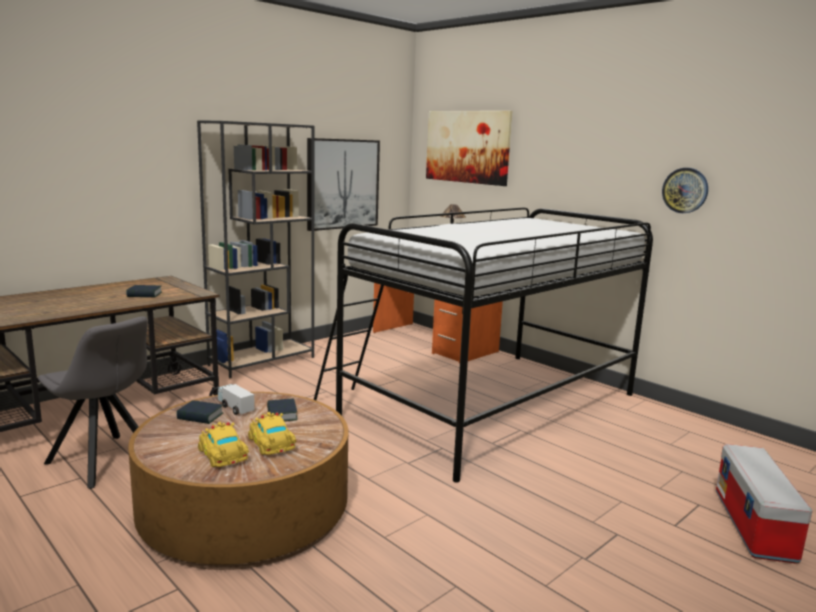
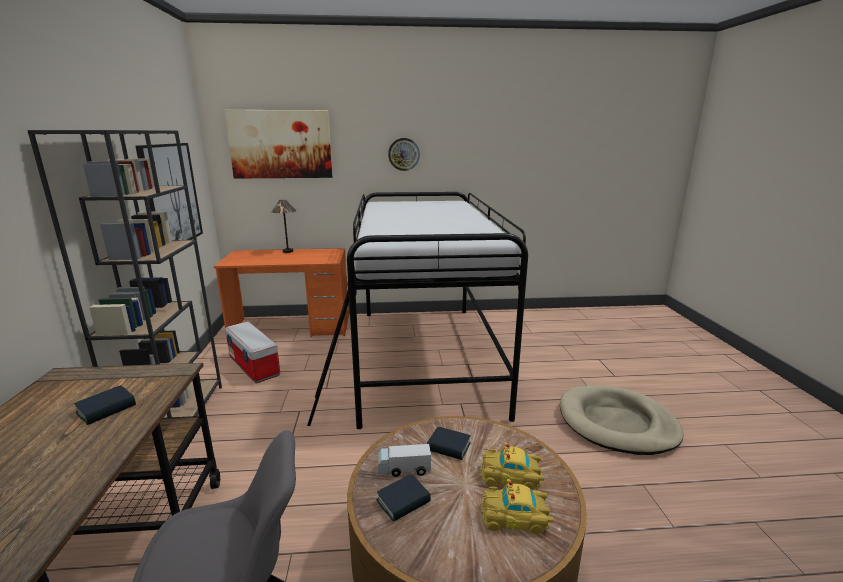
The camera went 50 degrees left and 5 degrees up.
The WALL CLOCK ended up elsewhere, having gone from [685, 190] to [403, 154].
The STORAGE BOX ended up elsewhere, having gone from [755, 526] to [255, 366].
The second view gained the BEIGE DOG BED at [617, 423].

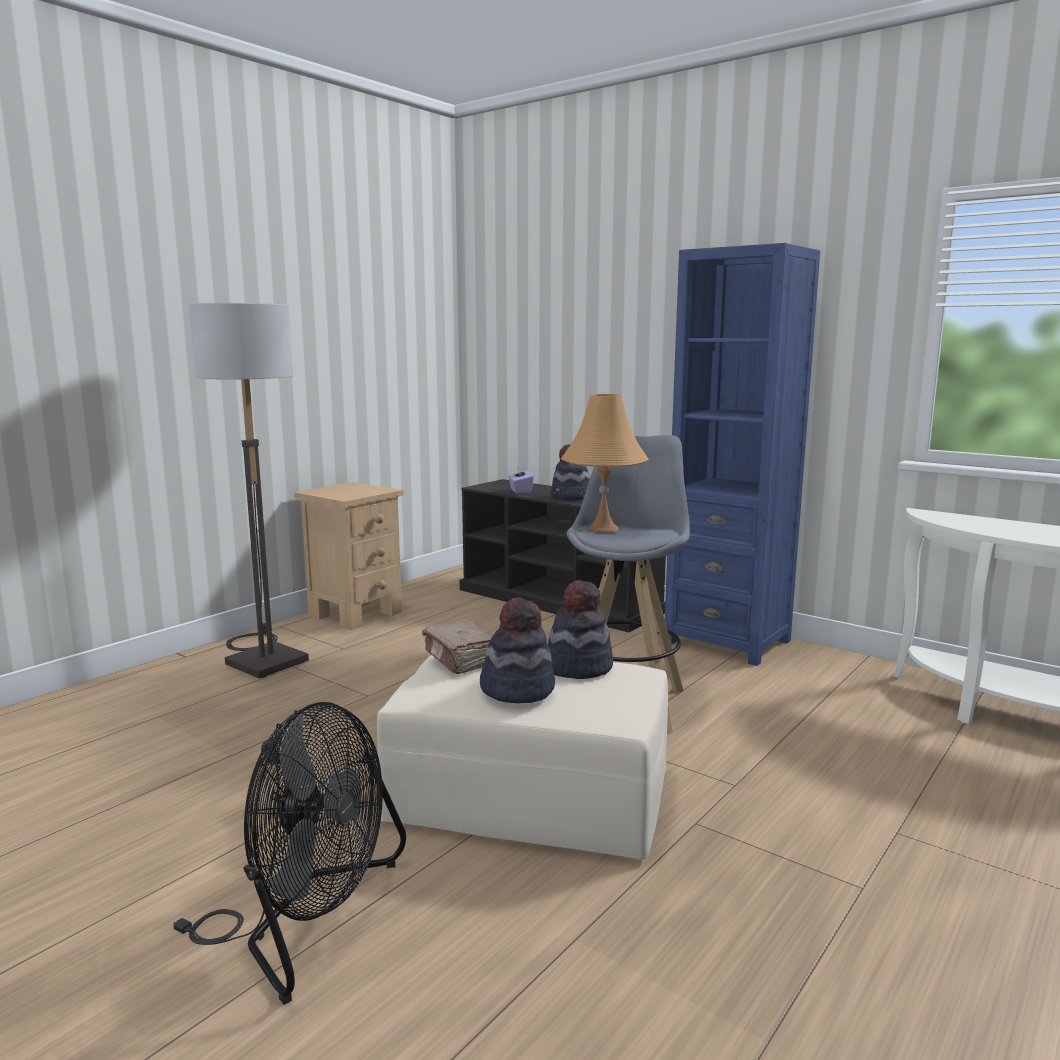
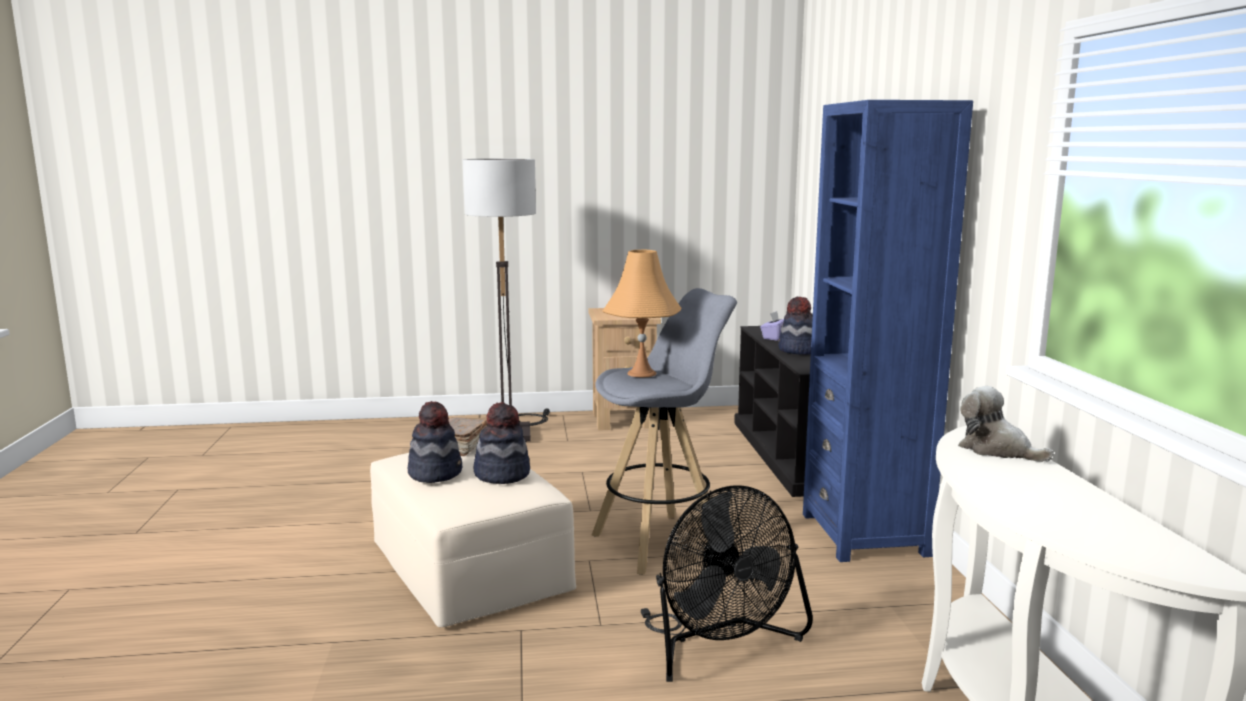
The camera went 45 degrees right and 0 degrees up.
The BLACK FAN ended up elsewhere, having gone from [303, 922] to [714, 645].
The second view gained the PLUSH TOY at [997, 450].

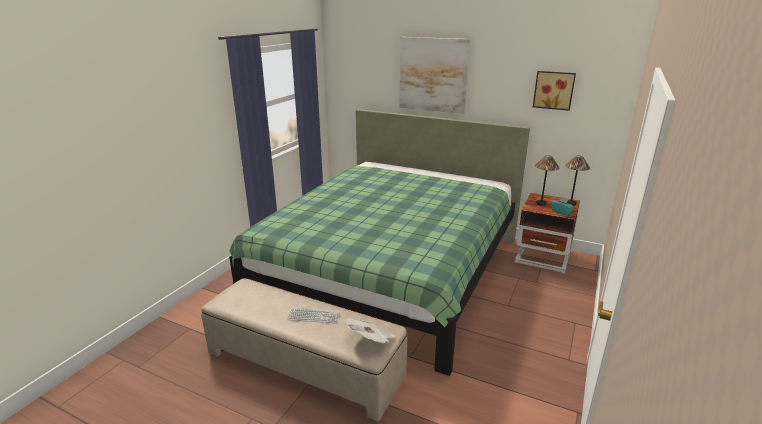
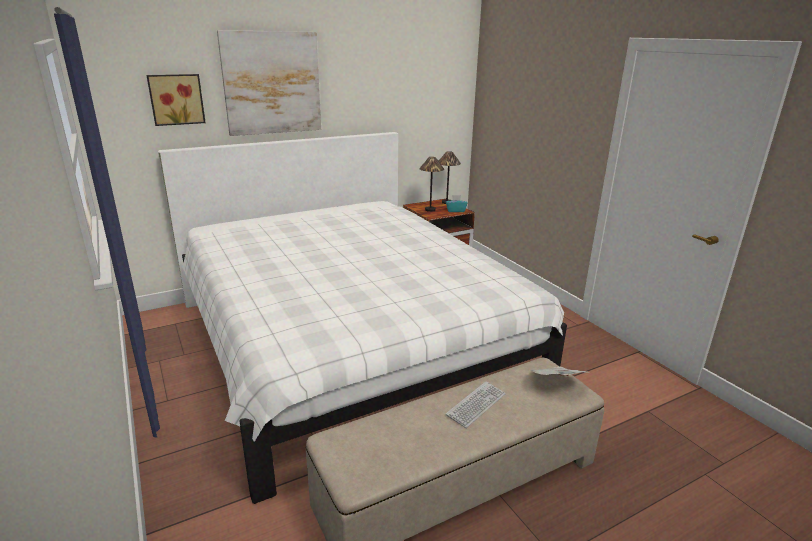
The camera went 55 degrees left and 0 degrees up.
What was the GREEN BED at [390, 269] turned into the WHITE BED at [347, 343].
The PICTURE ended up elsewhere, having gone from [553, 90] to [176, 99].

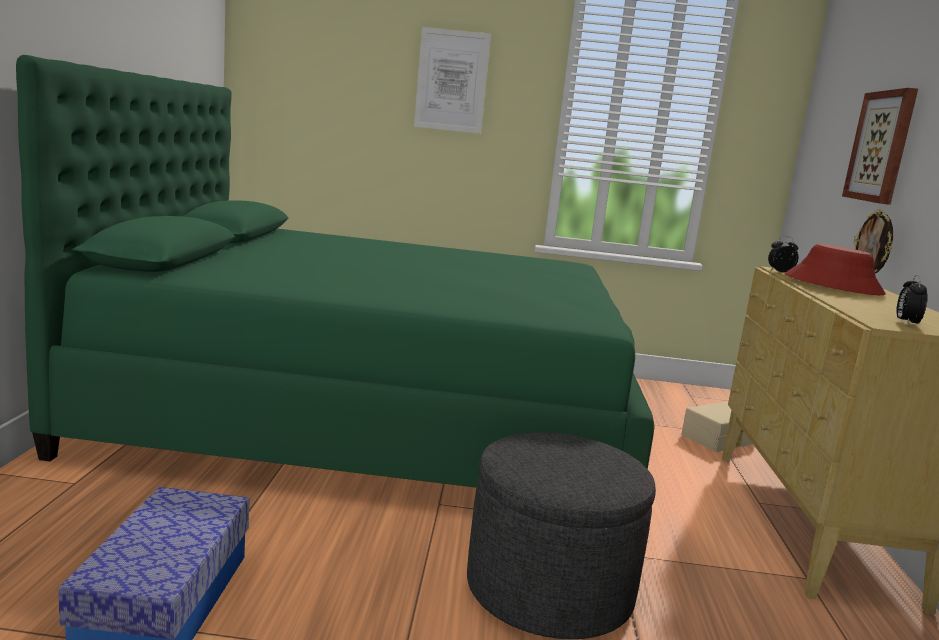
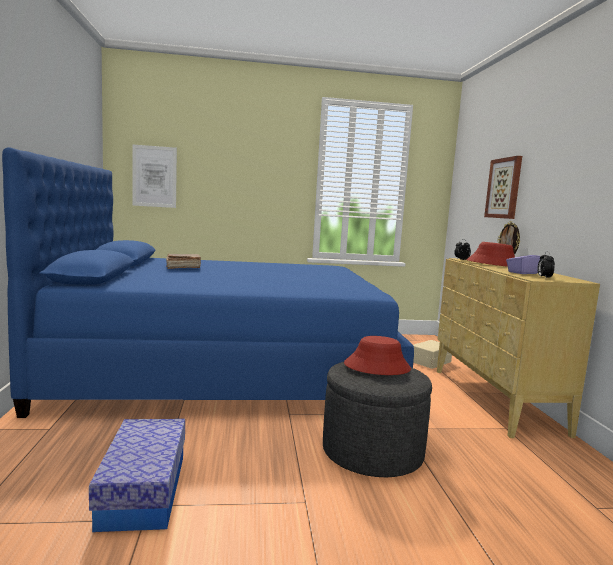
The camera went 10 degrees left and 5 degrees down.
What was the GREEN BED at [371, 415] turned into the BLUE BED at [226, 368].
The PICTURE ended up elsewhere, having gone from [451, 81] to [154, 176].
The second view gained the BROWN BOOK at [182, 268].
The second view gained the RED HAT at [377, 367].
The second view gained the PURPLE TISSUE BOX at [522, 273].

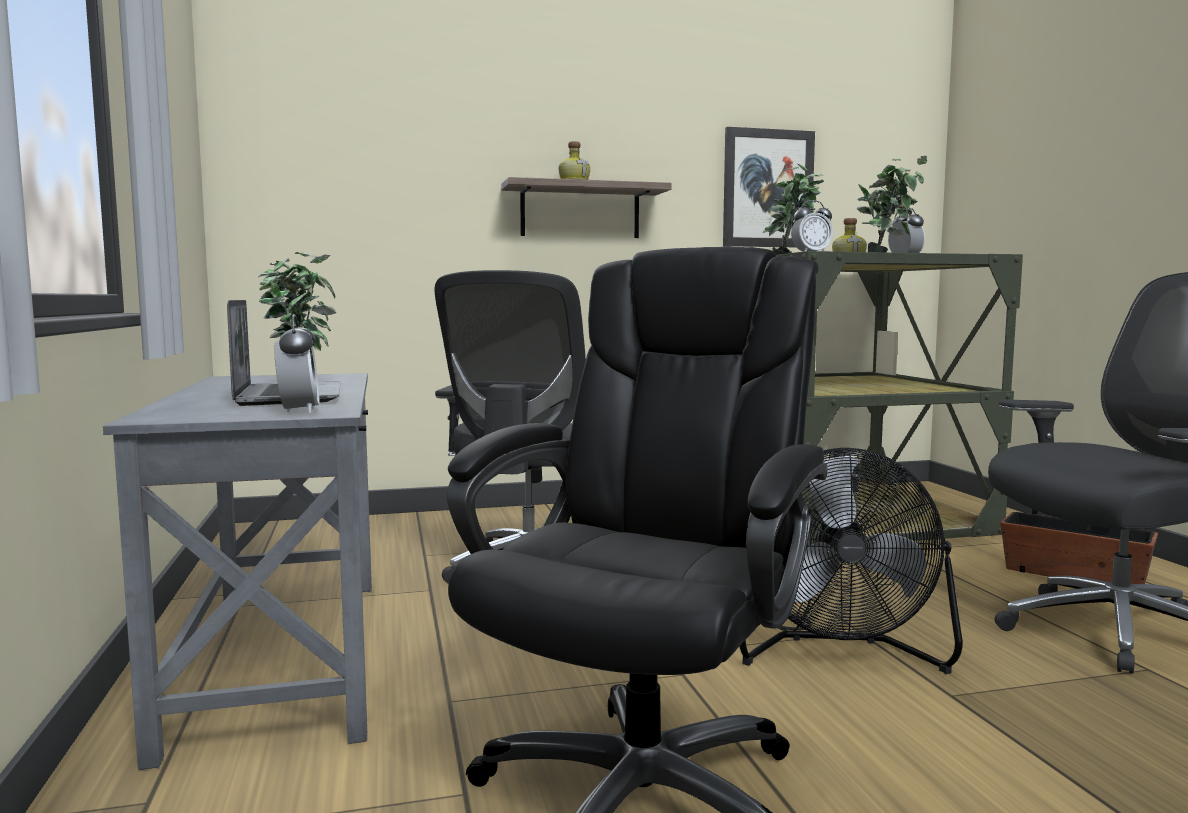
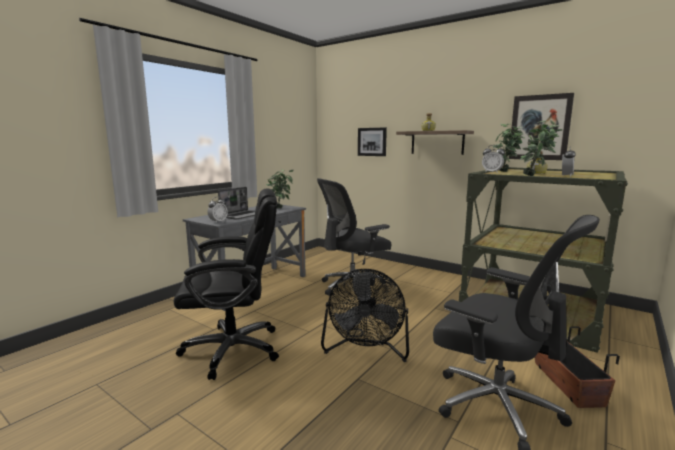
The camera went 50 degrees right and 5 degrees up.
The BLACK FAN at [830, 651] ended up facing another way, 45 degrees counterclockwise from before.
The second view gained the PICTURE at [372, 142].

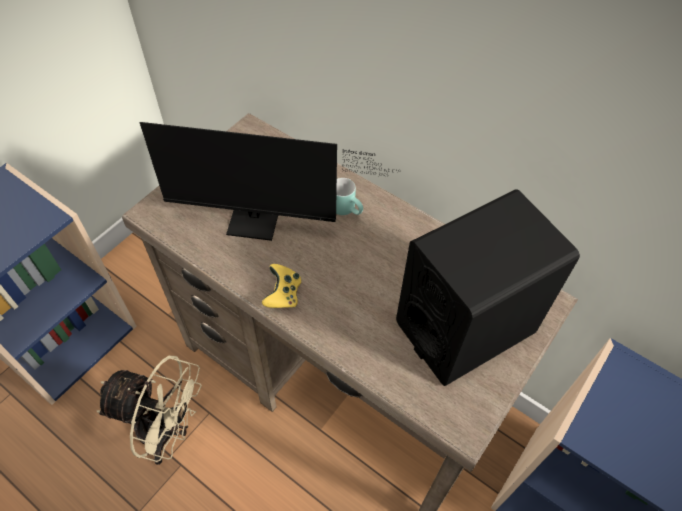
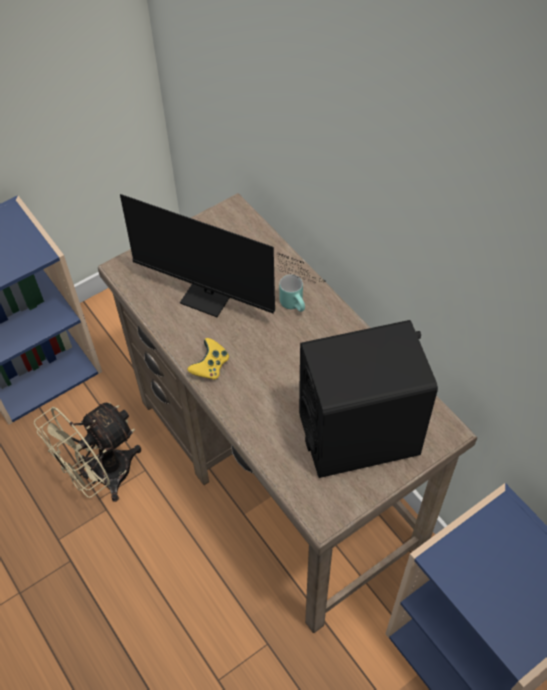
The camera went 20 degrees right and 0 degrees up.
The BEIGE FAN at [167, 432] ended up facing another way, 105 degrees clockwise from before.

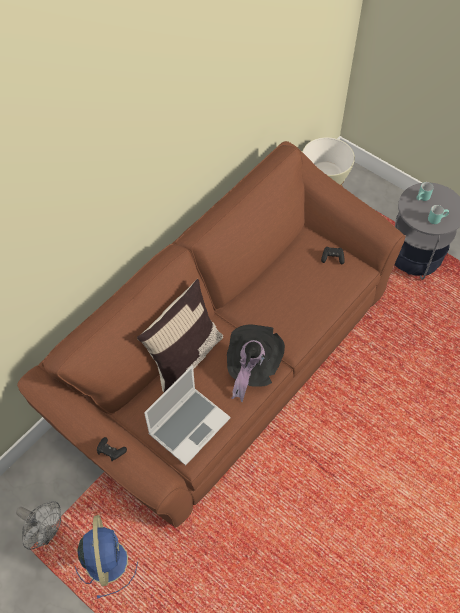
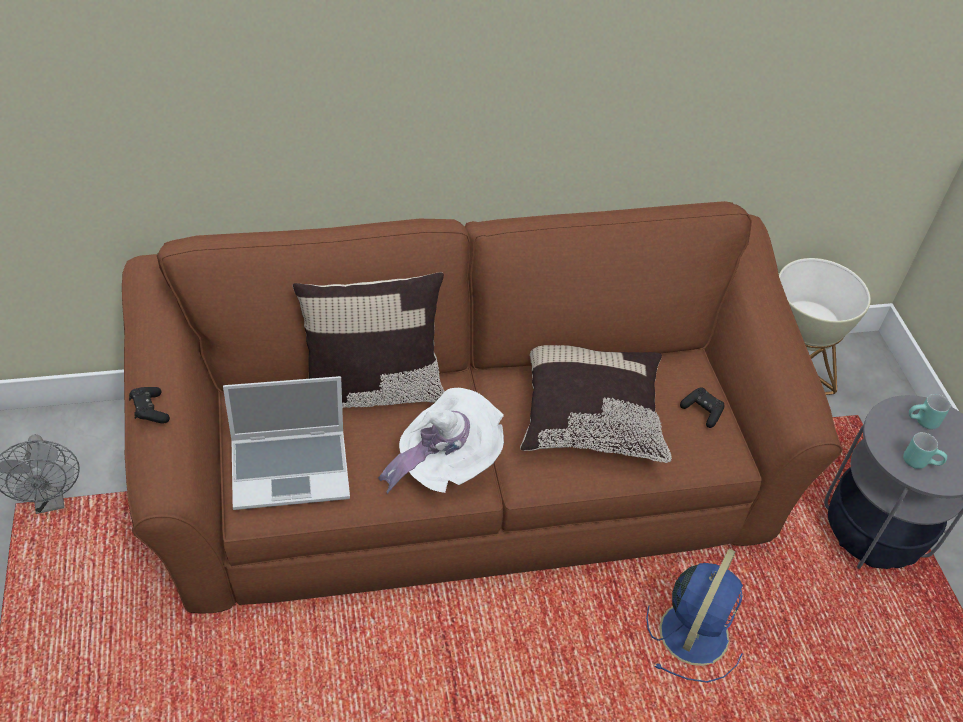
The camera went 35 degrees right and 10 degrees down.
The BLUE FAN ended up elsewhere, having gone from [106, 559] to [695, 631].
What was the BLACK HAT at [251, 368] turned into the WHITE HAT at [445, 463].
The second view gained the PILLOW at [591, 416].

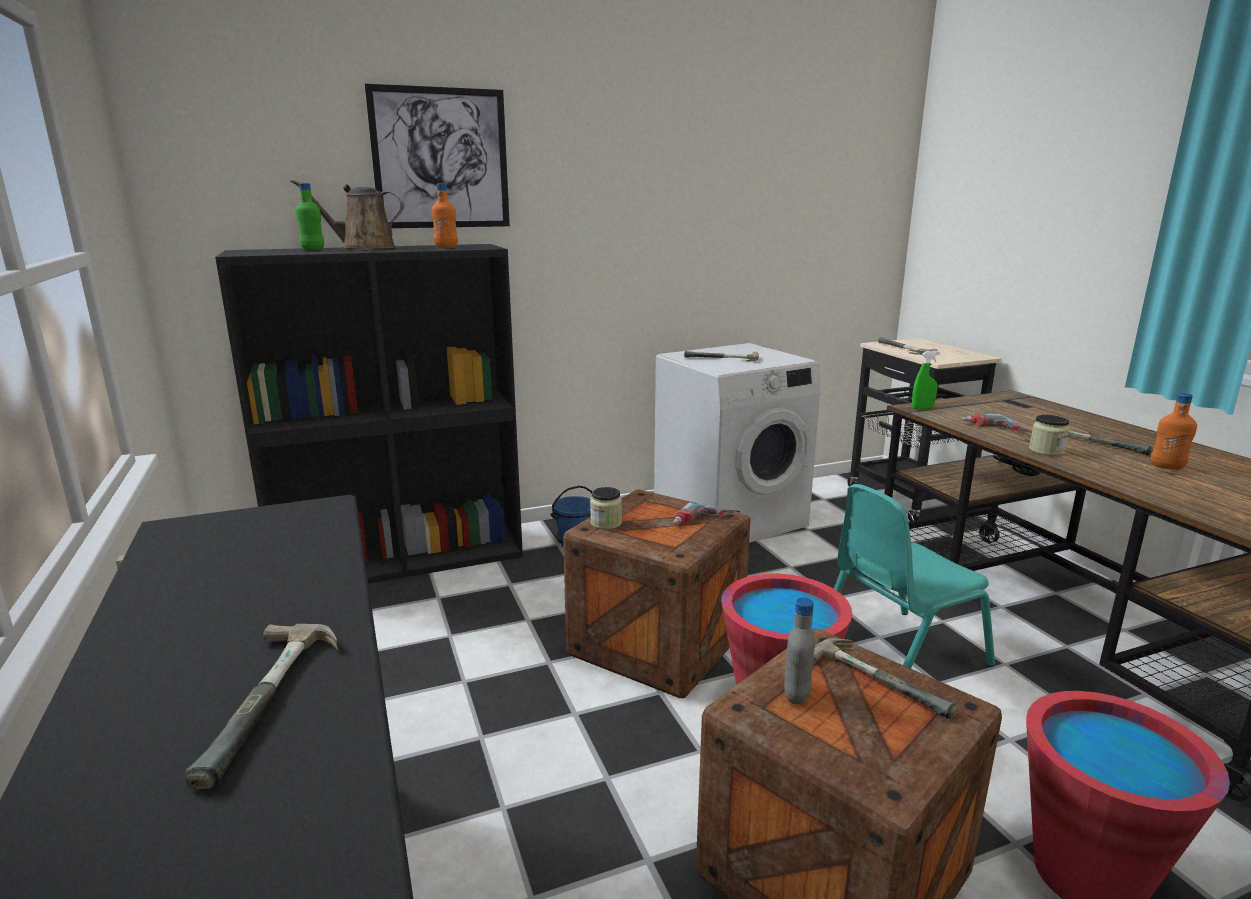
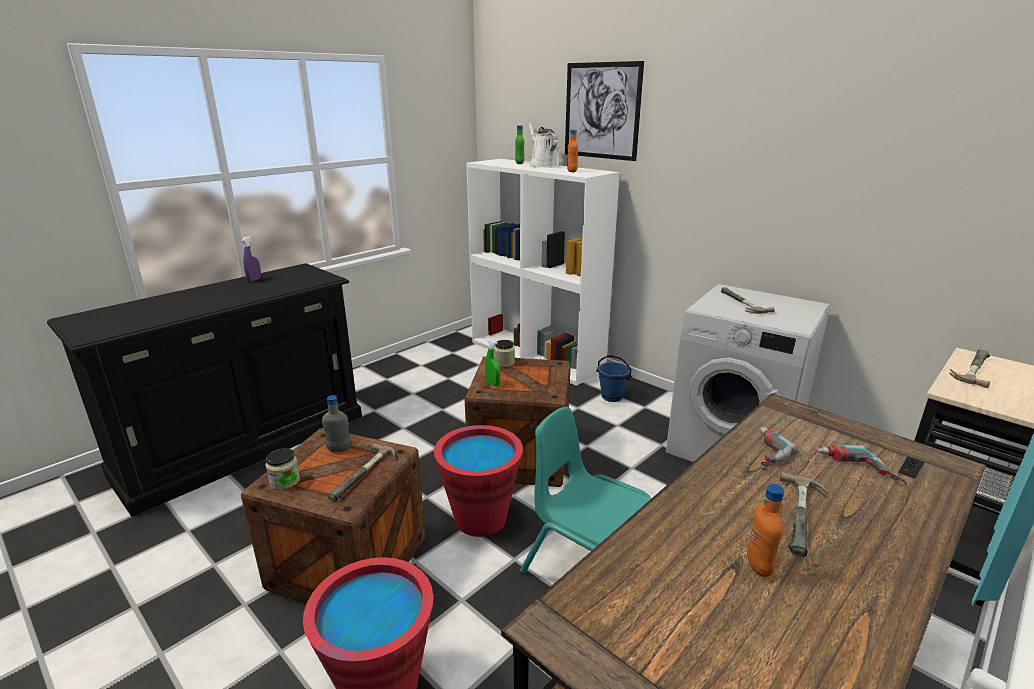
The camera went 65 degrees right and 5 degrees up.
The second view lost the HAMMER at [276, 700].
What was the BLACK BOOKCASE at [402, 559] turned into the WHITE BOOKCASE at [537, 355].
What was the BROWN WATERING CAN at [363, 248] turned into the WHITE WATERING CAN at [543, 165].
The POWER DRILL ended up elsewhere, having gone from [705, 521] to [857, 470].
The GREEN SPRAY BOTTLE ended up elsewhere, having gone from [922, 408] to [492, 383].
The JAR ended up elsewhere, having gone from [1046, 451] to [285, 481].
The second view gained the PURPLE SPRAY BOTTLE at [254, 280].

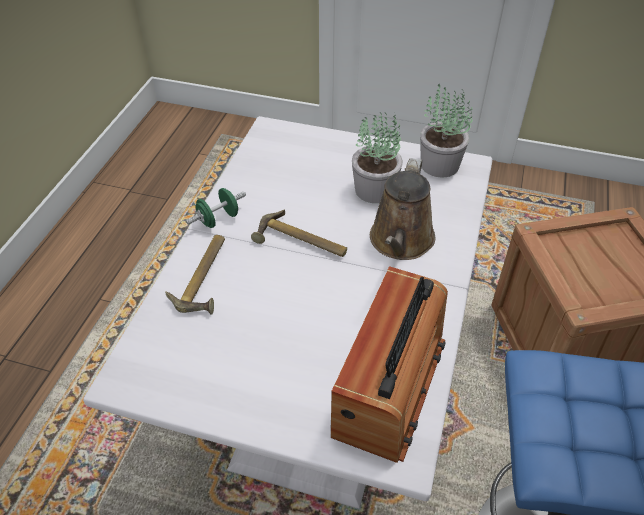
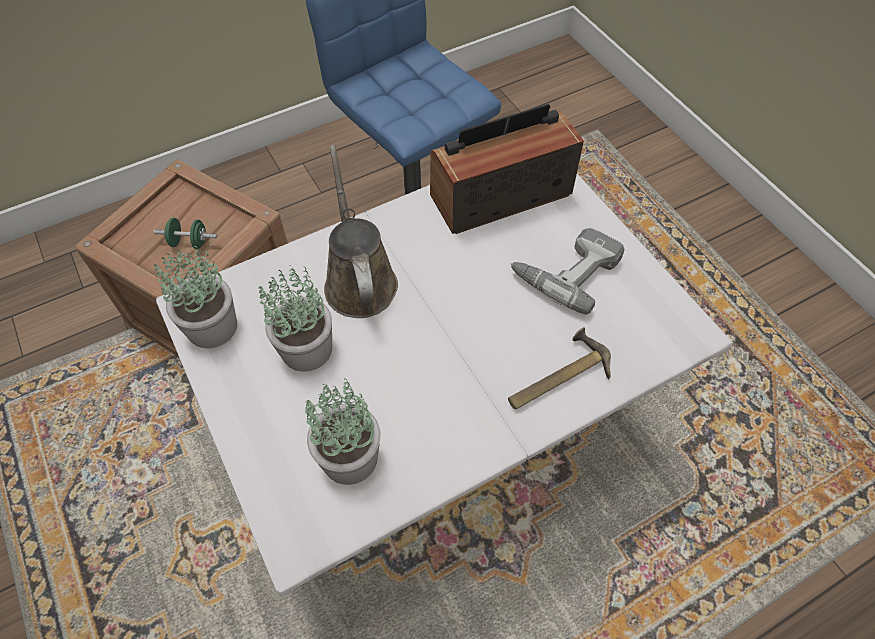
The camera went 135 degrees left and 10 degrees up.
The GREEN DUMBBELL ended up elsewhere, having gone from [218, 219] to [189, 242].
The second view lost the HAMMER at [300, 243].
The BROWN WATERING CAN at [400, 242] ended up facing another way, 75 degrees counterclockwise from before.
The second view gained the POTTED PLANT at [351, 457].
The second view gained the POWER DRILL at [566, 270].

